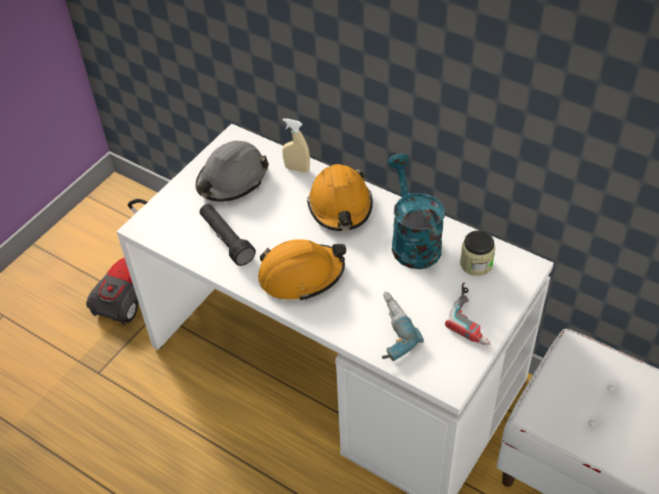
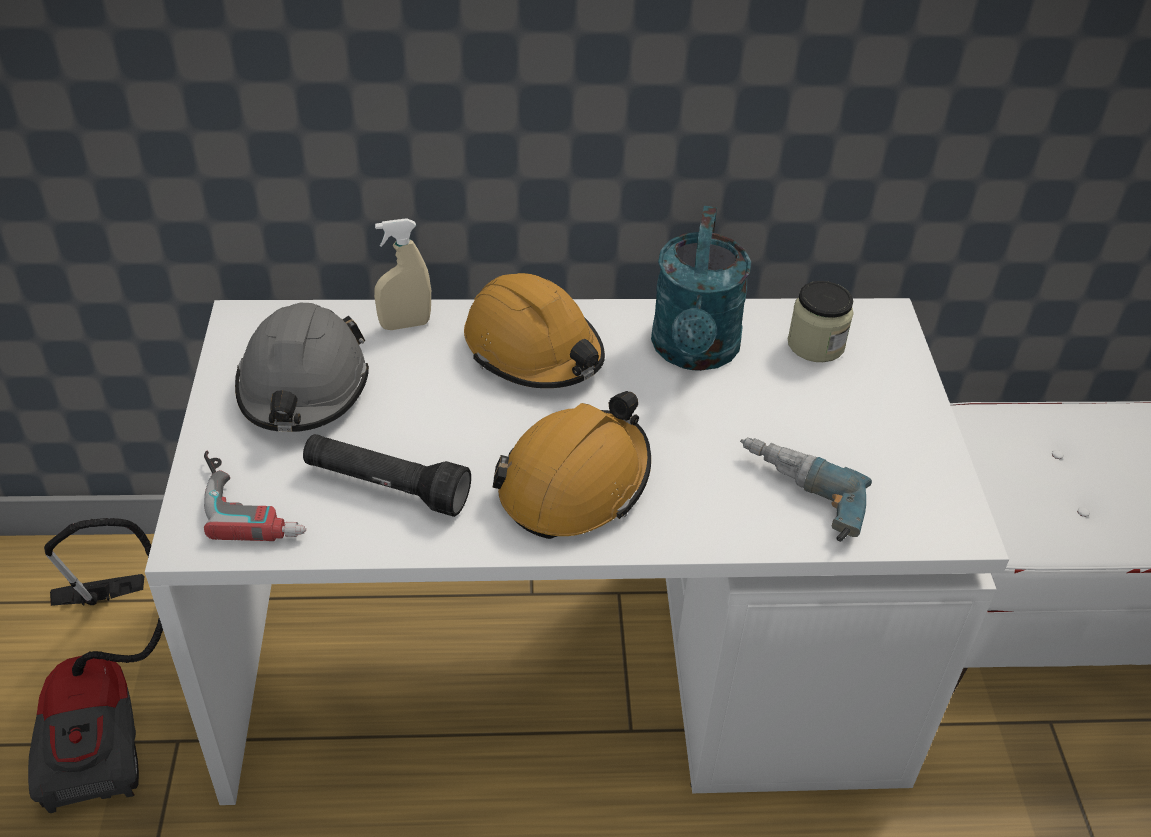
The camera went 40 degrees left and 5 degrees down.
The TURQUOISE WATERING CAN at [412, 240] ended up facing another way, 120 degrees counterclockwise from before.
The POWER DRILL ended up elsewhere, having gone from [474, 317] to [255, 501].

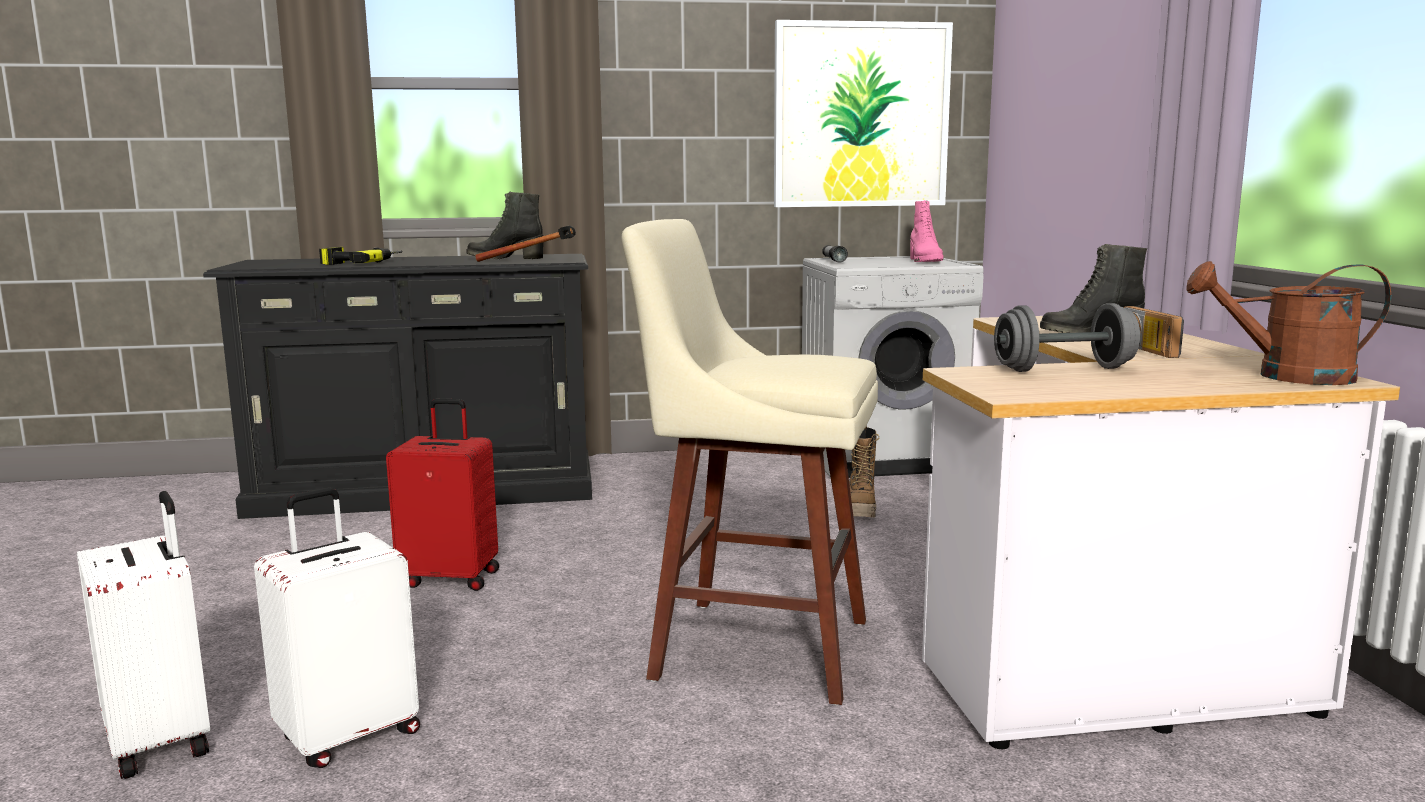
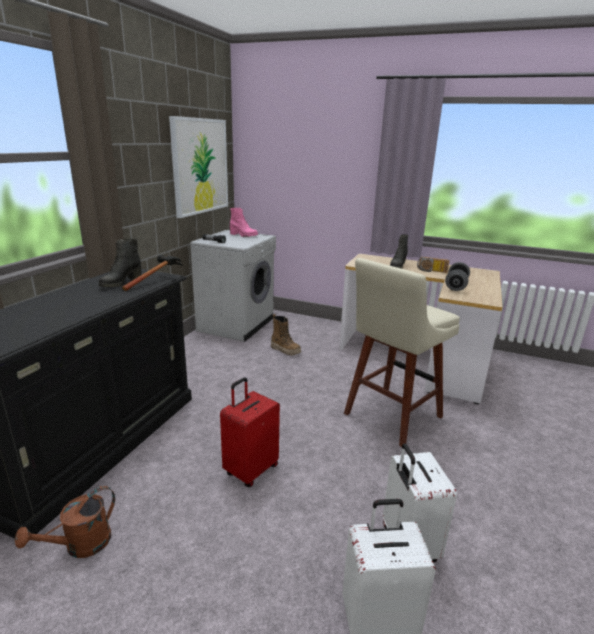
The camera went 60 degrees left and 10 degrees up.
The second view lost the POWER DRILL at [362, 262].
The BROWN WATERING CAN ended up elsewhere, having gone from [1288, 376] to [80, 546].

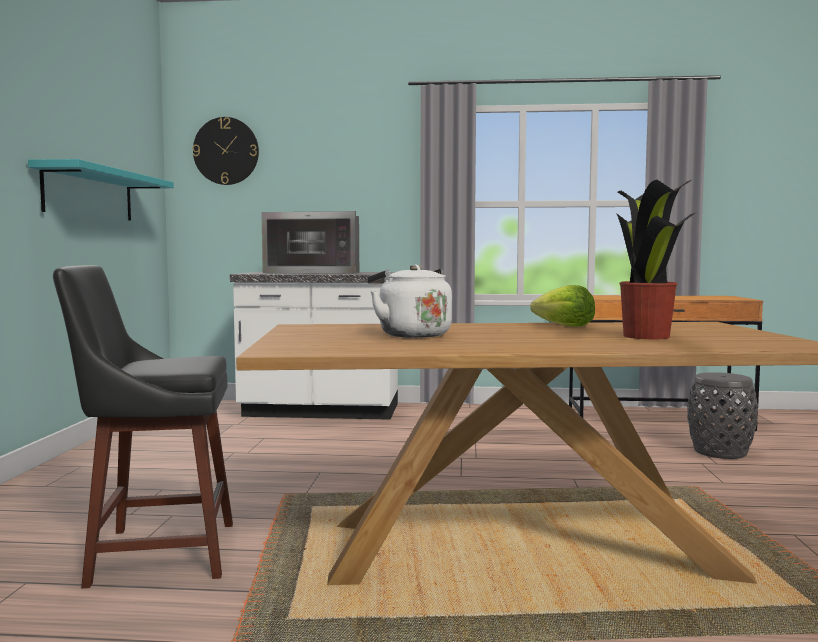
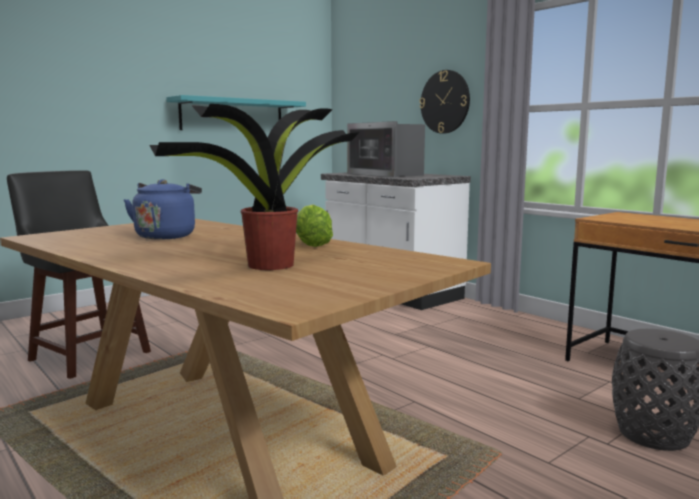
The camera went 45 degrees right and 5 degrees up.
The WALL CLOCK ended up elsewhere, having gone from [226, 151] to [445, 102].
What was the WHITE KETTLE at [411, 335] turned into the BLUE KETTLE at [166, 236].

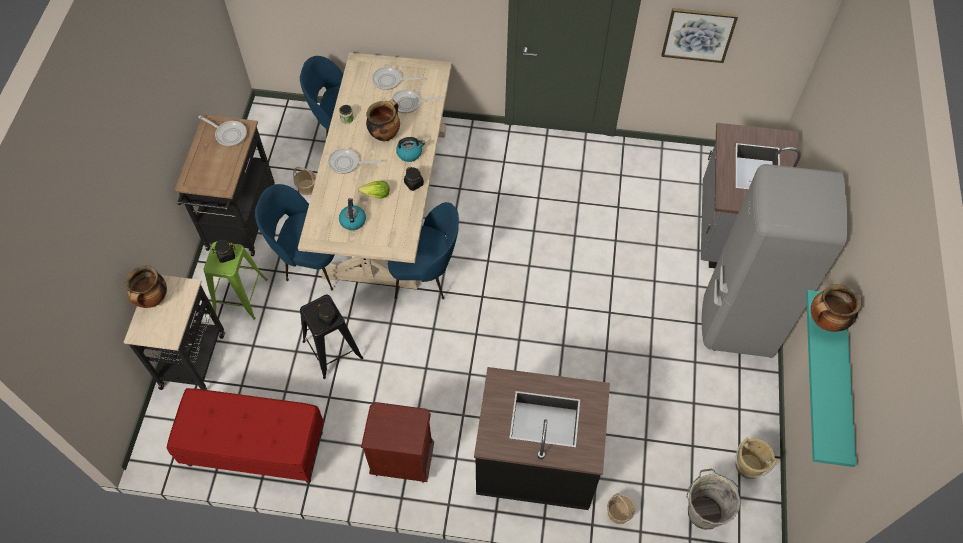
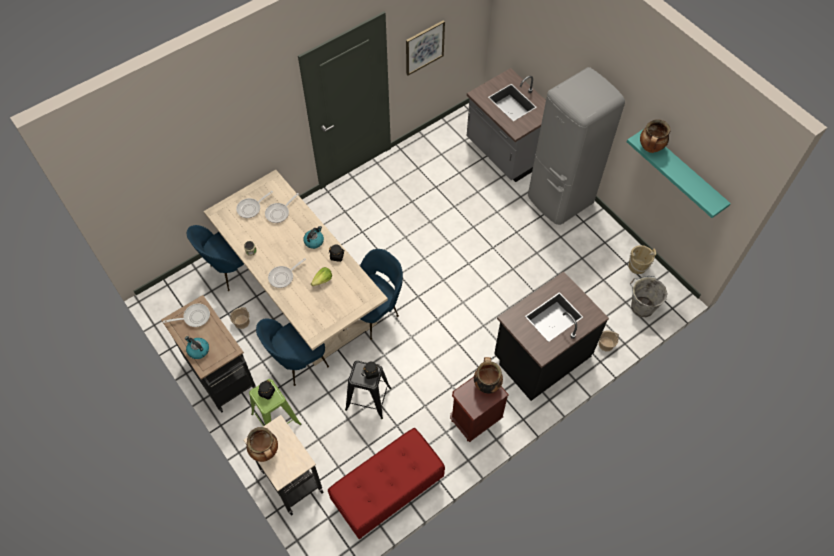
The camera went 45 degrees left and 0 degrees up.
The KETTLE ended up elsewhere, having gone from [353, 220] to [198, 350].
The COOKING POT ended up elsewhere, having gone from [385, 134] to [486, 384].

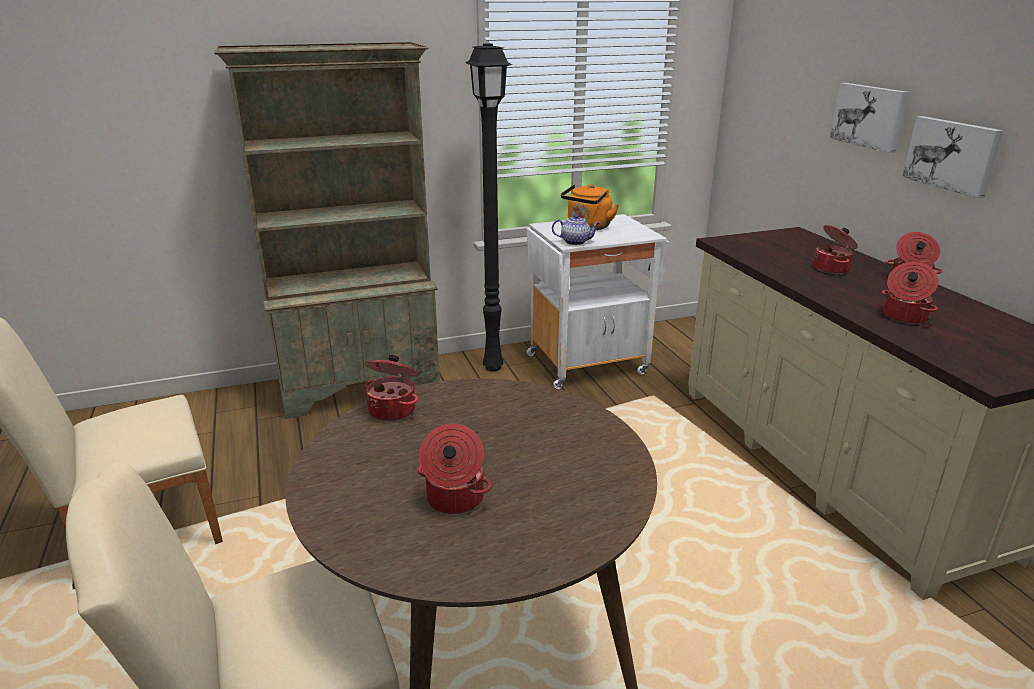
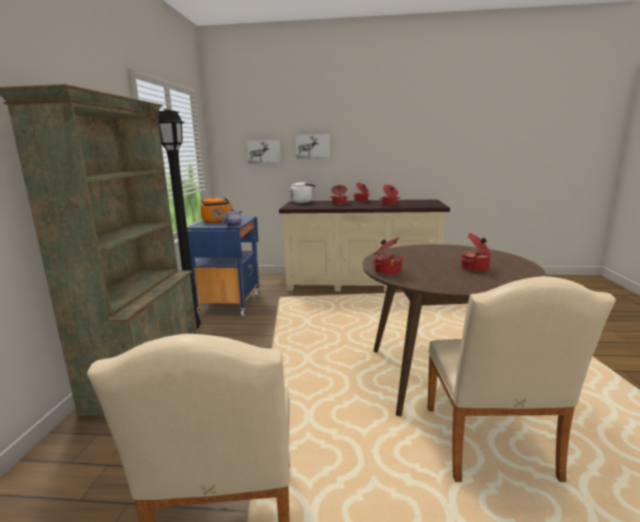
The camera went 65 degrees left and 10 degrees down.
What was the WHITE CART at [588, 364] turned into the BLUE CART at [230, 303].
The PICTURE ended up elsewhere, having gone from [952, 155] to [264, 152].
The second view gained the WHITE KETTLE at [303, 202].

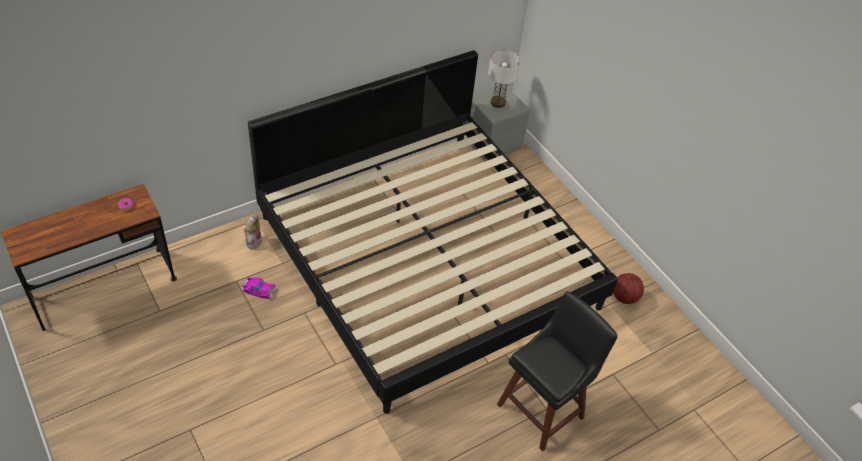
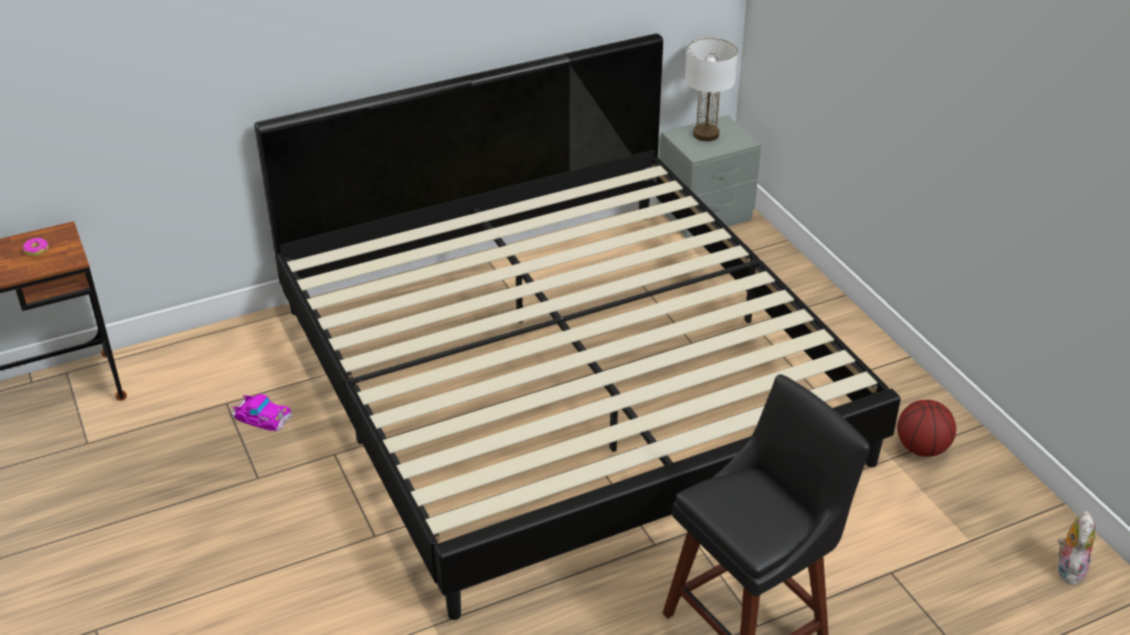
The camera went 10 degrees right and 10 degrees down.
The PLUSH TOY ended up elsewhere, having gone from [253, 242] to [1068, 568].

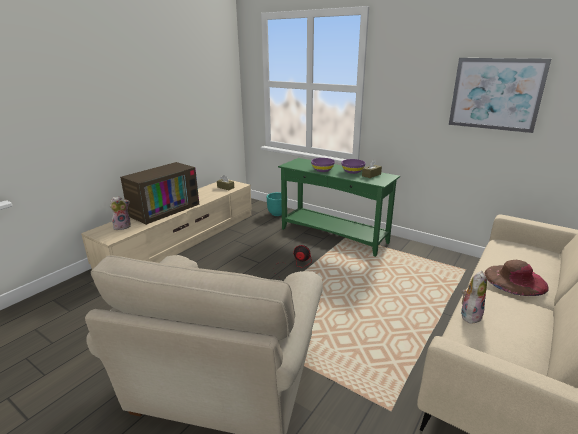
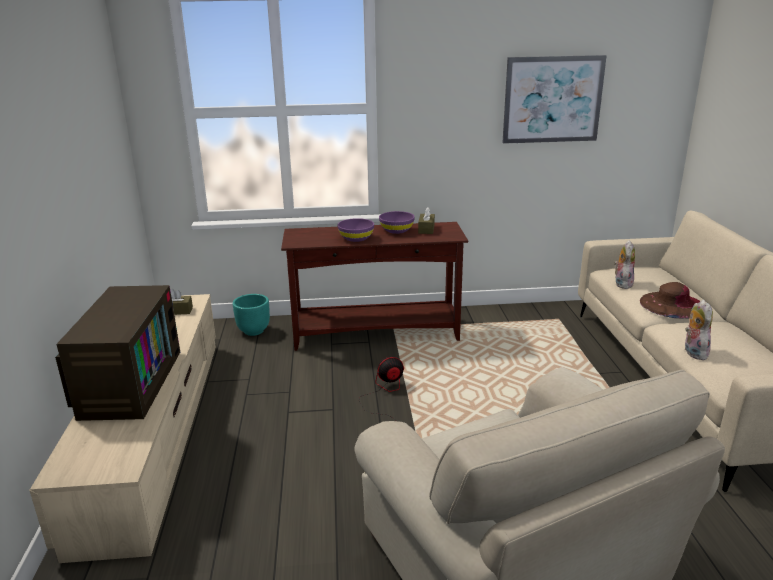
The camera went 40 degrees left and 0 degrees up.
The PLUSH TOY ended up elsewhere, having gone from [122, 226] to [622, 284].
What was the GREEN CONSOLE TABLE at [334, 235] turned into the BROWN CONSOLE TABLE at [376, 333].

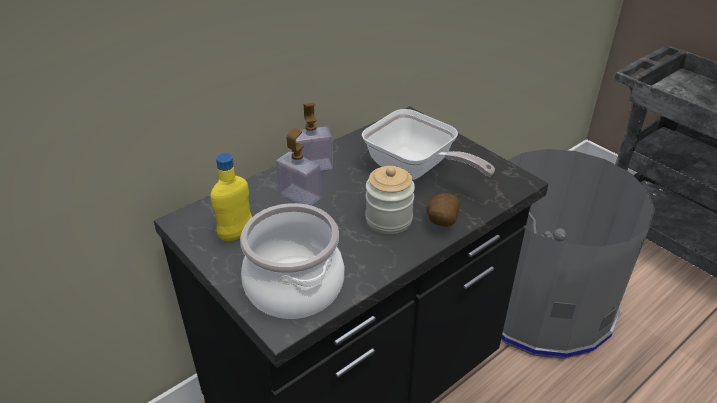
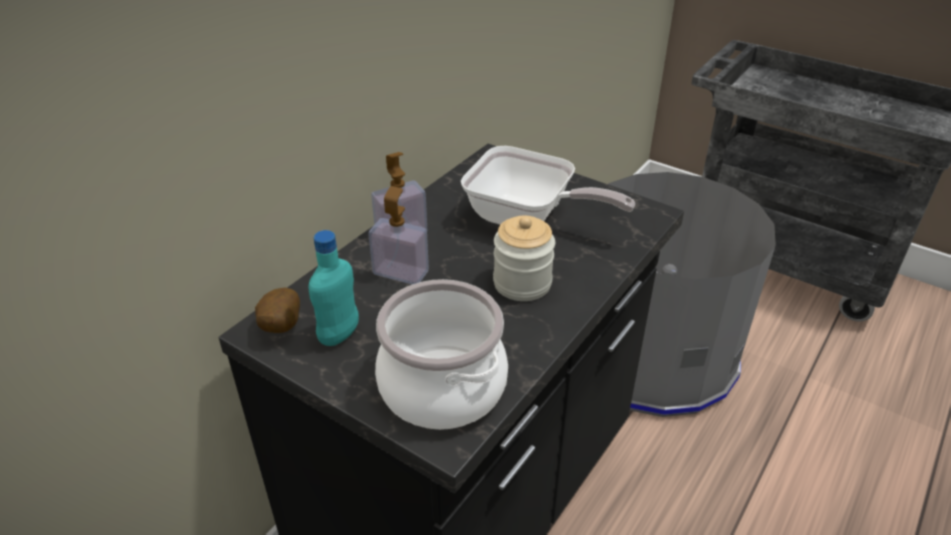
The camera went 15 degrees left and 0 degrees up.
What was the YELLOW BOTTLE at [236, 234] turned into the TURQUOISE BOTTLE at [339, 335].
The POTATO ended up elsewhere, having gone from [440, 223] to [280, 328].

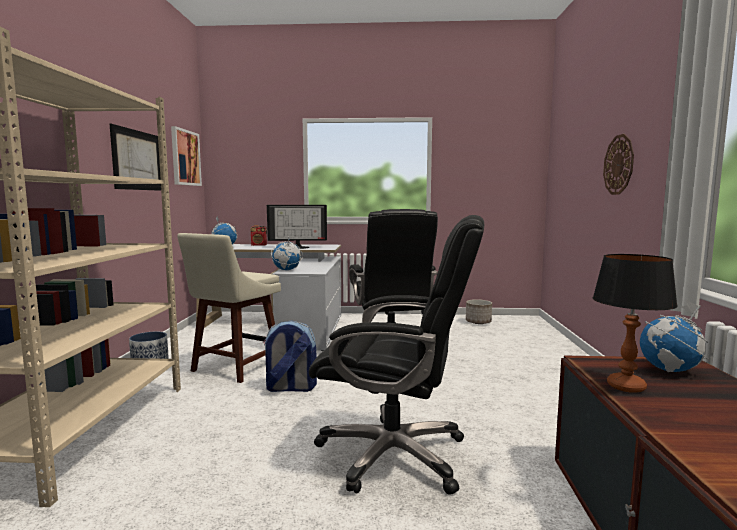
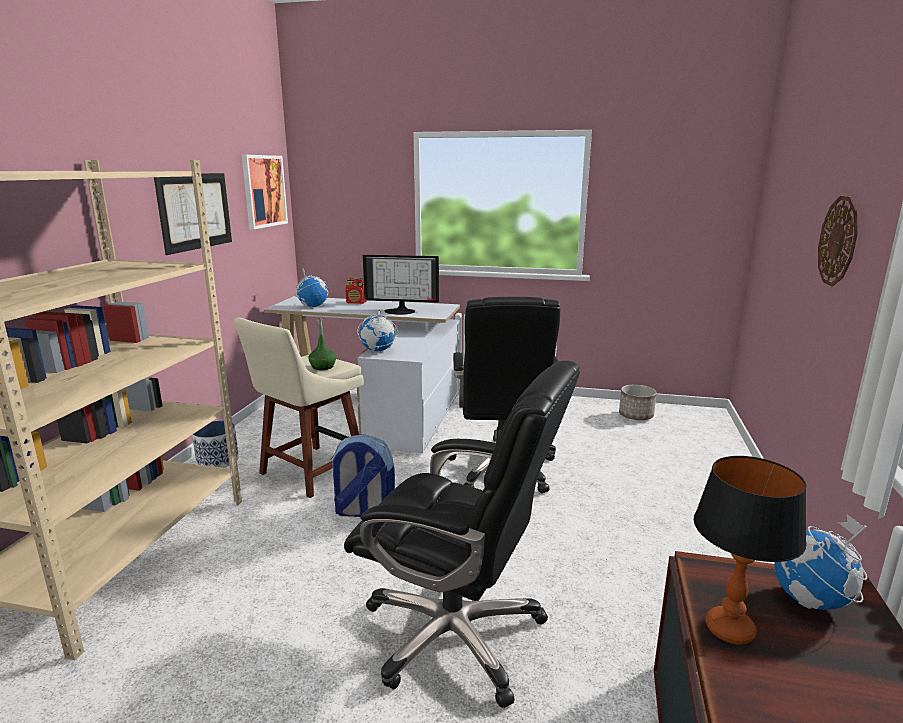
The camera went 10 degrees right and 10 degrees up.
The second view gained the GREEN BOTTLE at [322, 367].

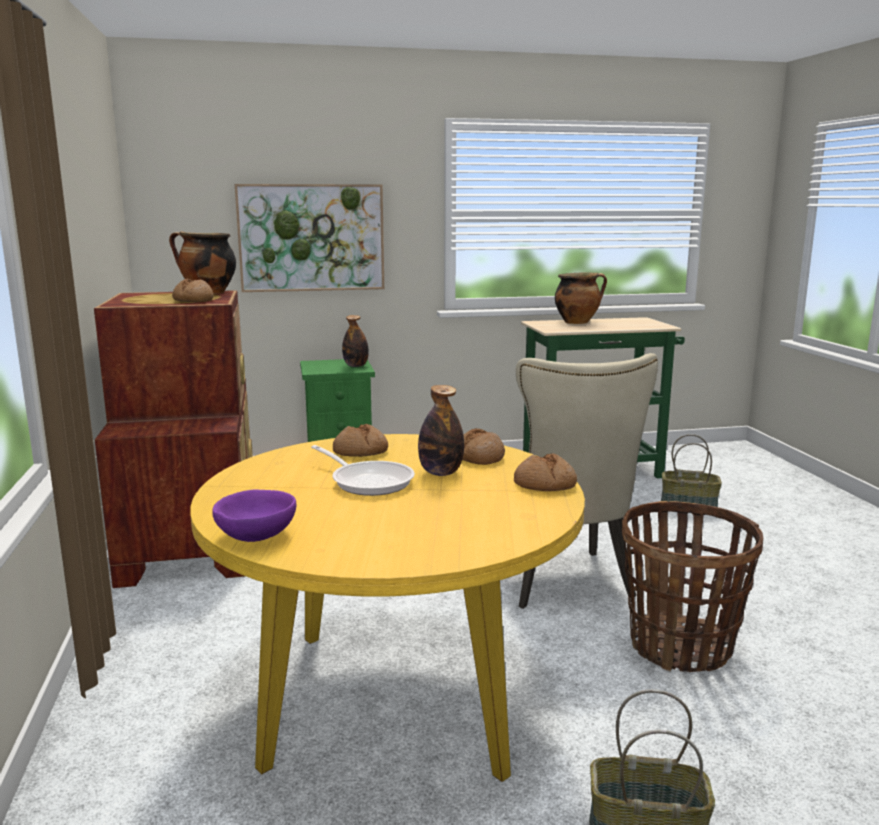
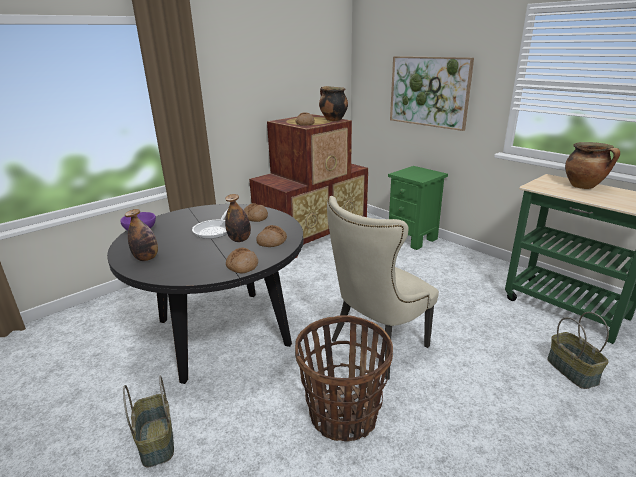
The camera went 60 degrees right and 10 degrees up.
What was the YELLOW DINING TABLE at [394, 698] turned into the BLACK DINING TABLE at [223, 332].
The BOTTLE ended up elsewhere, having gone from [356, 366] to [146, 258].

